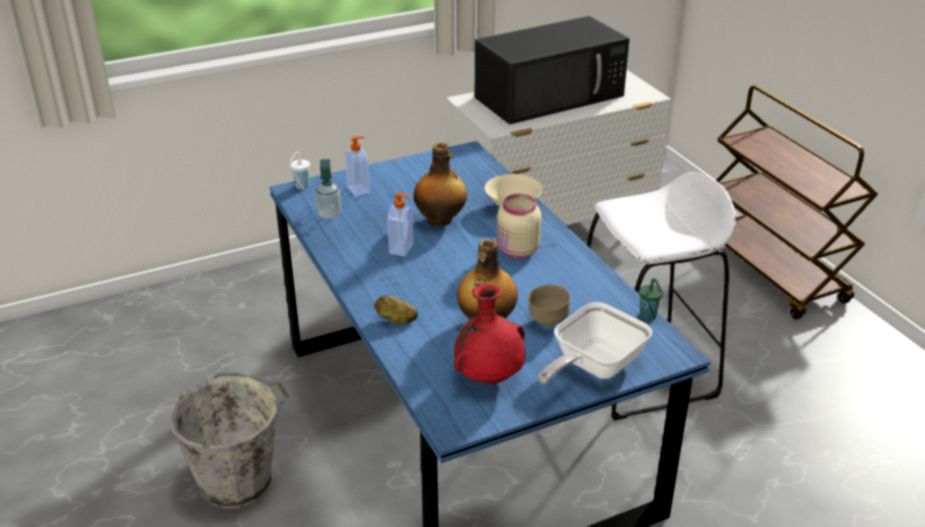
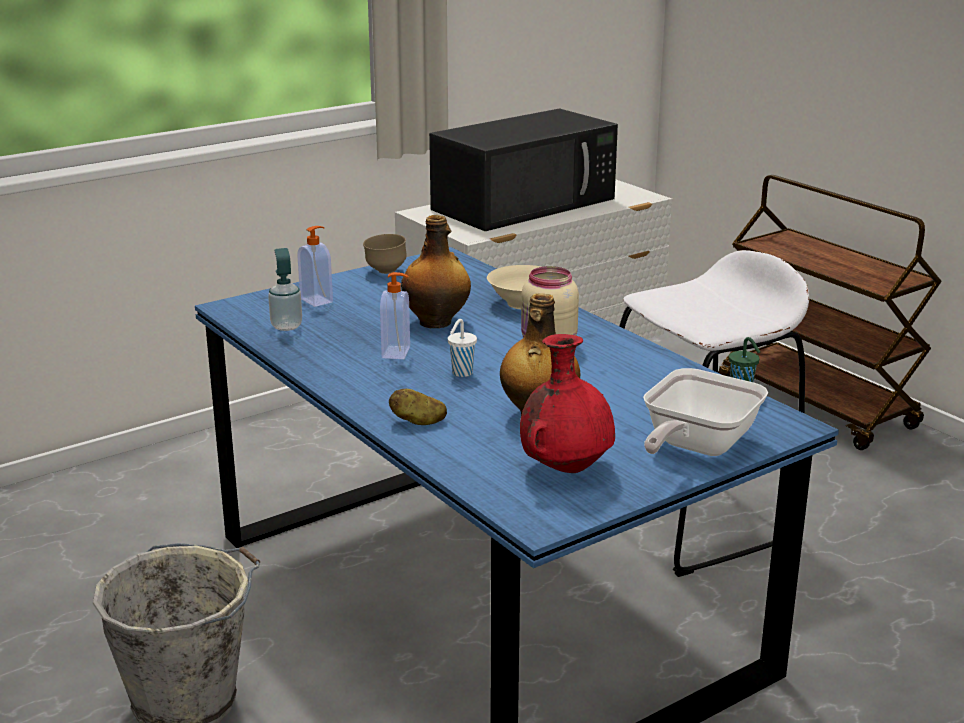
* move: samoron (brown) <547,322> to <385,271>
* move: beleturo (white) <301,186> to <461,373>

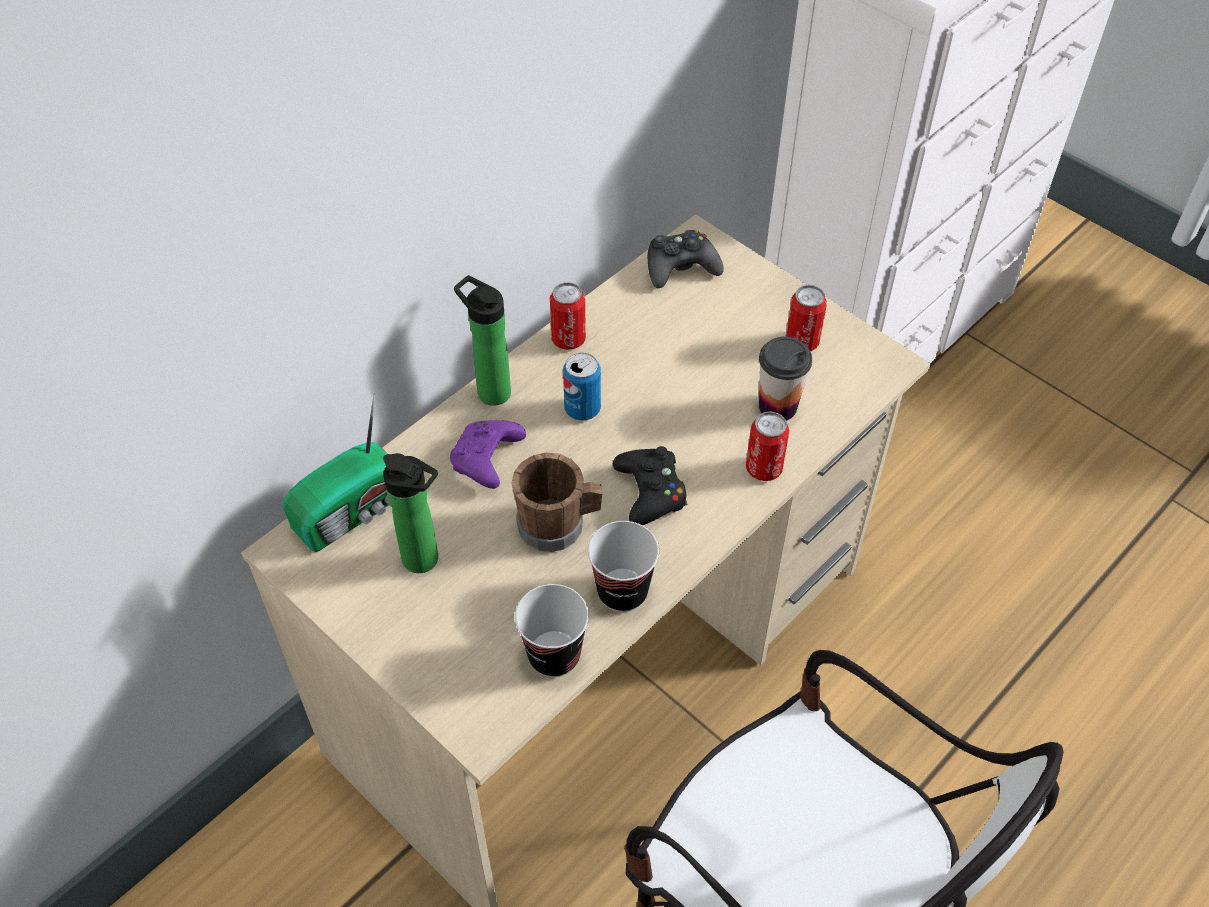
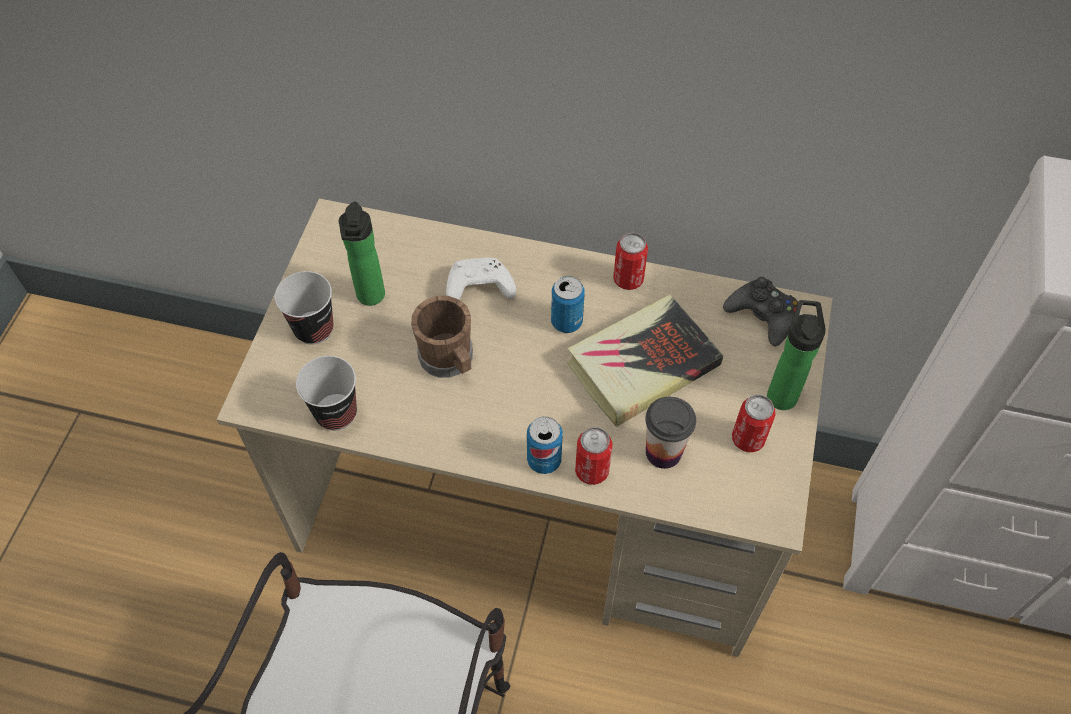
* move: beleturo <622,592> to <314,329>
* recolor: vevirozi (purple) <487,461> to vevirozi (white) <478,289>
* insert: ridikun <544,460>
* insert: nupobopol <642,365>
* move: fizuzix <490,390> to <782,393>
* delete: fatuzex <354,511>
* delete: vevirozi (black) <651,492>

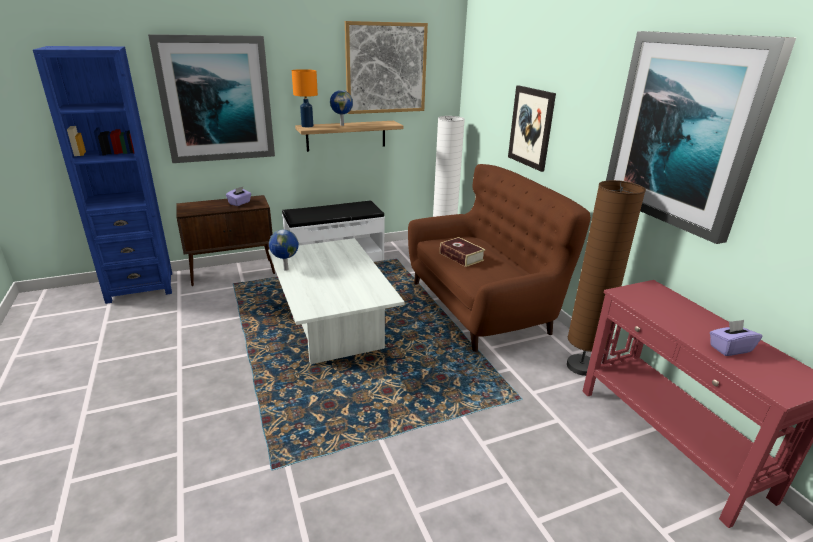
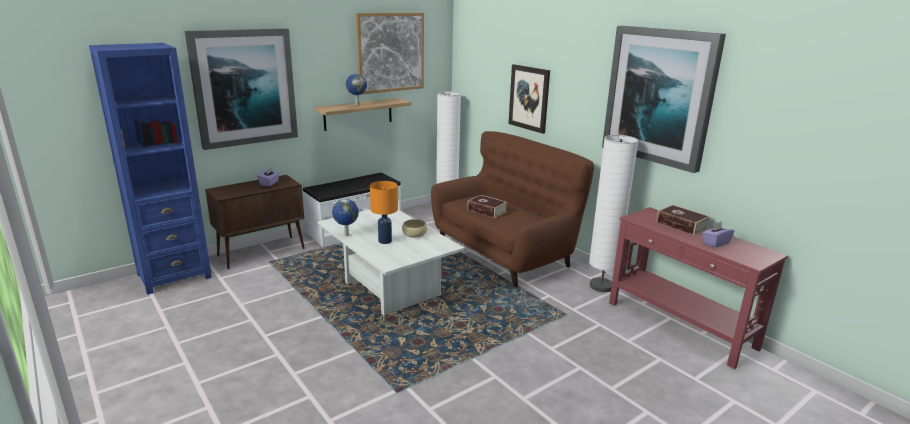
* move: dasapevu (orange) <307,126> to <384,241>
* insert: samoron (beige) <414,235>
* recolor: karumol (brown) <581,366> to karumol (white) <601,286>
* insert: nupobopol <681,225>

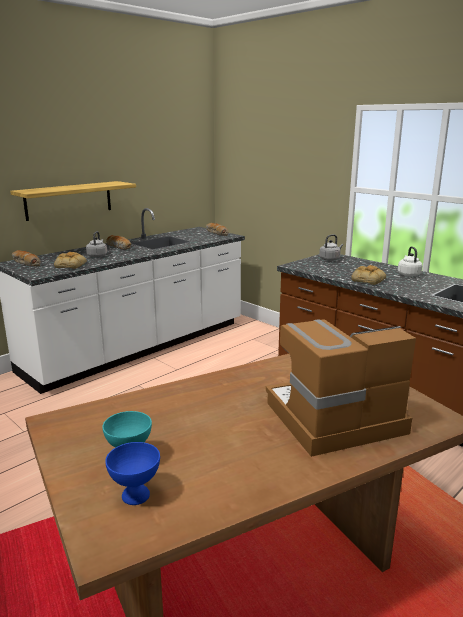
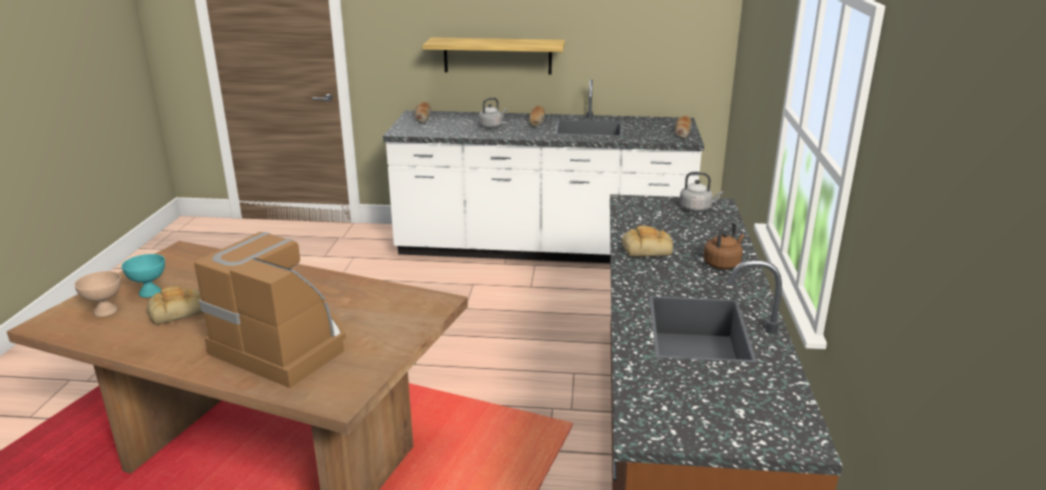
* recolor: samoron (blue) <135,496> to samoron (beige) <104,312>
* move: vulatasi <70,265> to <177,310>
* recolor: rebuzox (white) <408,274> to rebuzox (brown) <723,264>

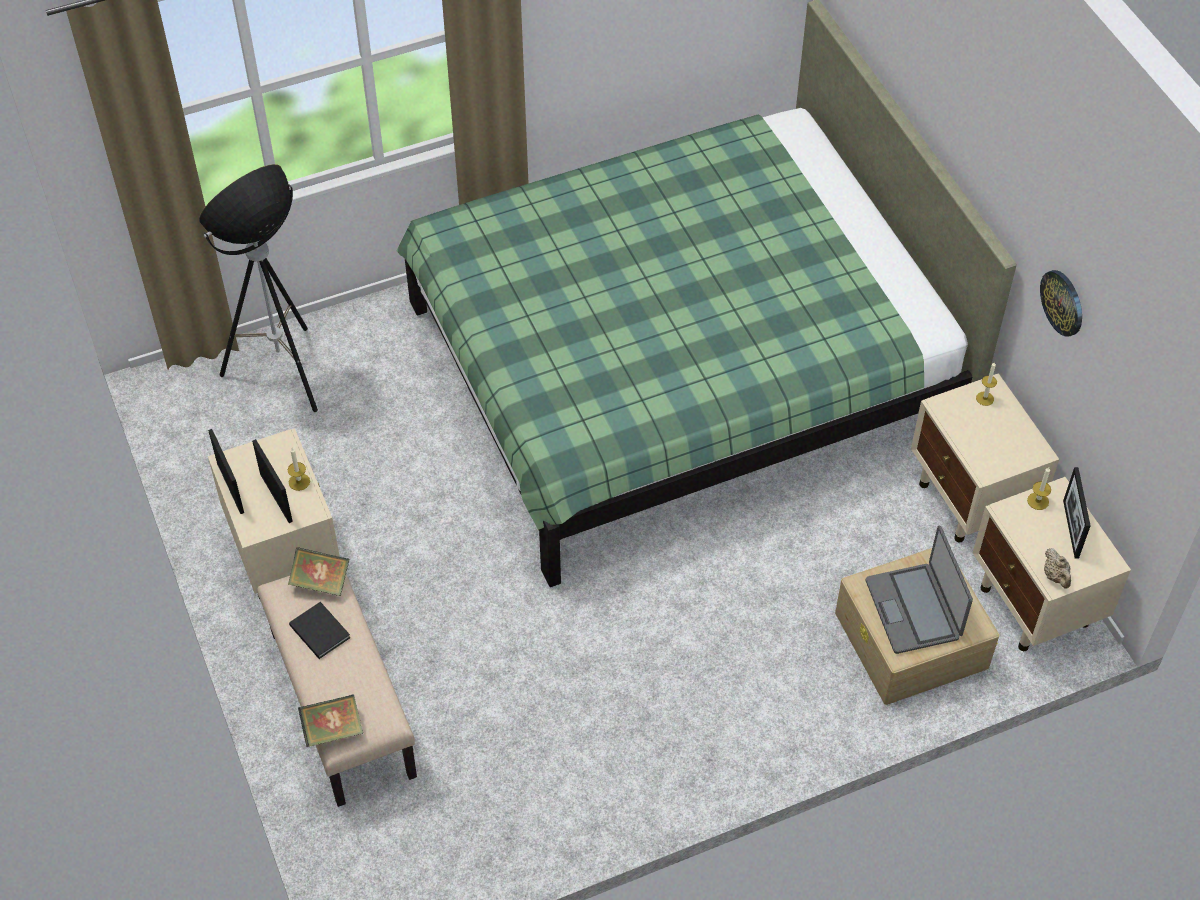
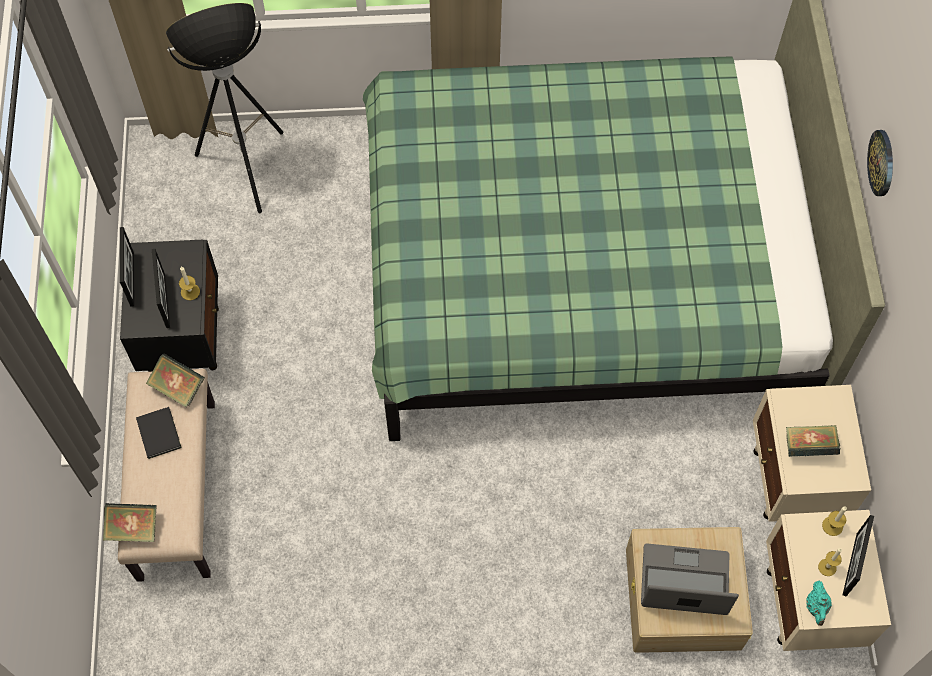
* recolor: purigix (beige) <284,555> to purigix (black) <183,337>
* rotate: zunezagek <914,609> = <684,582> 90 degrees clockwise
* insert: nupobopol <808,447>
* recolor: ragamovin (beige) <1055,576> to ragamovin (turquoise) <816,607>
* move: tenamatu <985,398> to <827,567>
* move: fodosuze <1063,302> to <882,163>

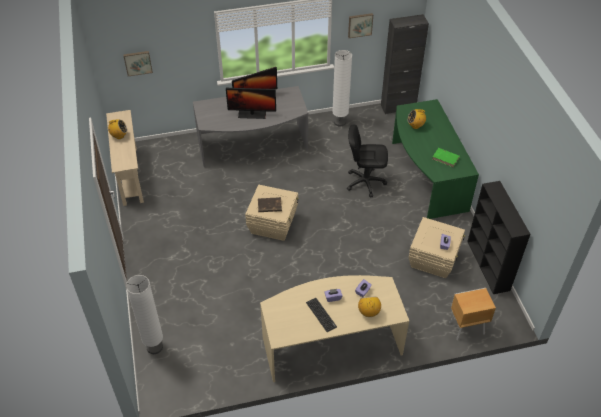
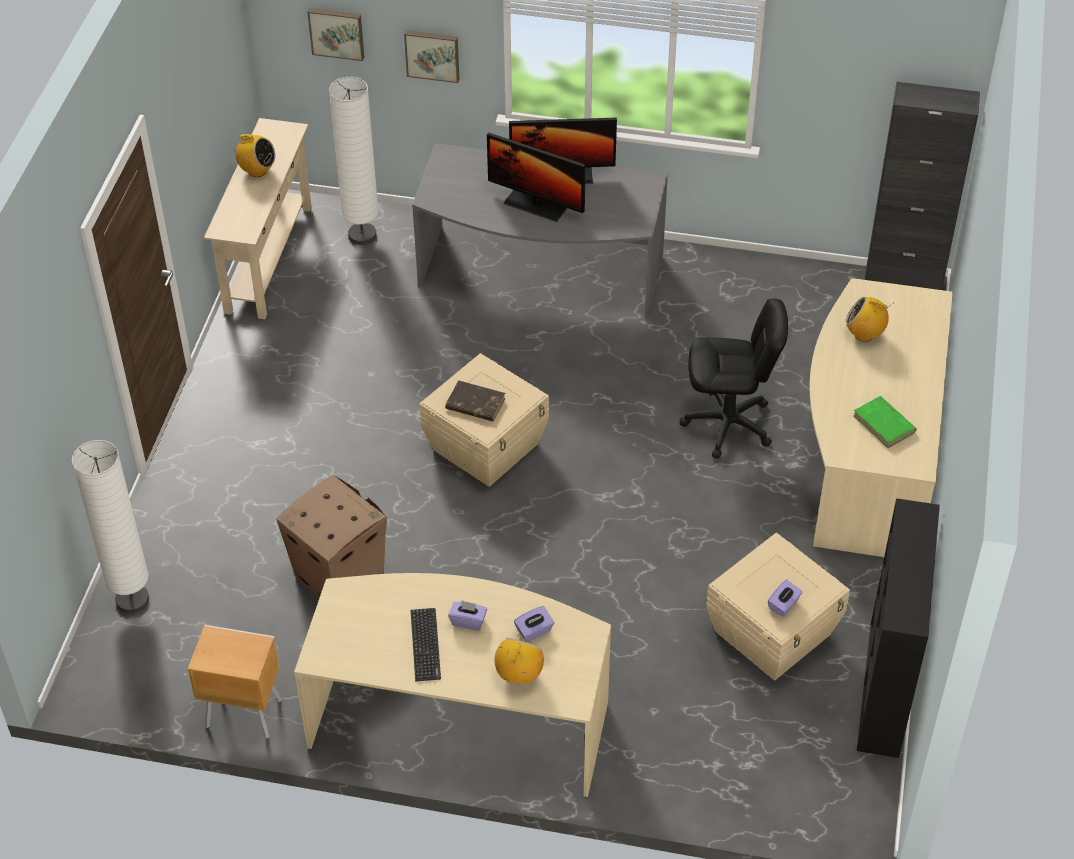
* move: purigix (brown) <465,328> to <242,712>
* insert: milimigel <338,576>
* move: karumol (white) <340,122> to <362,235>
* move: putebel <360,25> to <432,54>
* rotate: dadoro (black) <365,182> = <728,424> 150 degrees clockwise
* recolor: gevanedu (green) <425,176> to gevanedu (beige) <868,455>

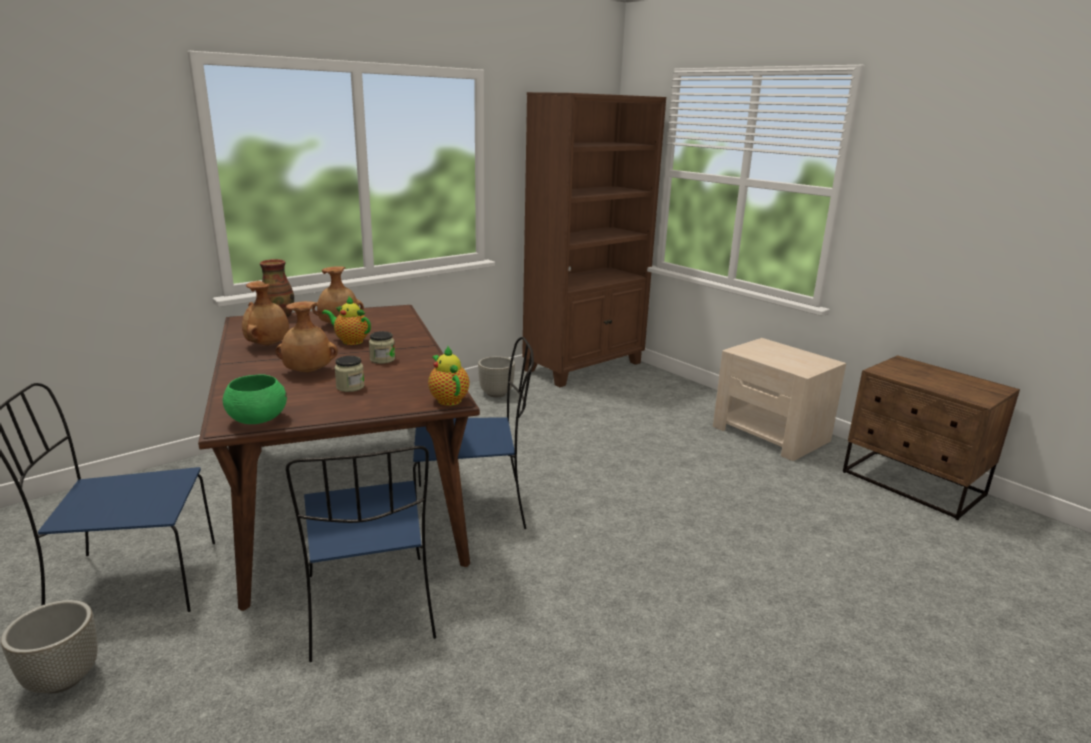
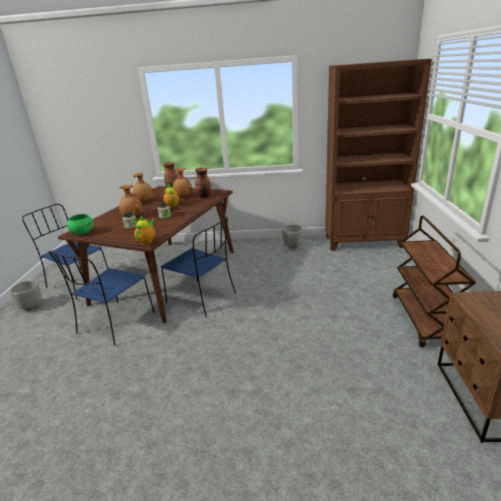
* insert: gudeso <204,196>
* replace: purigix (beige) <771,434> to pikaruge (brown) <424,320>

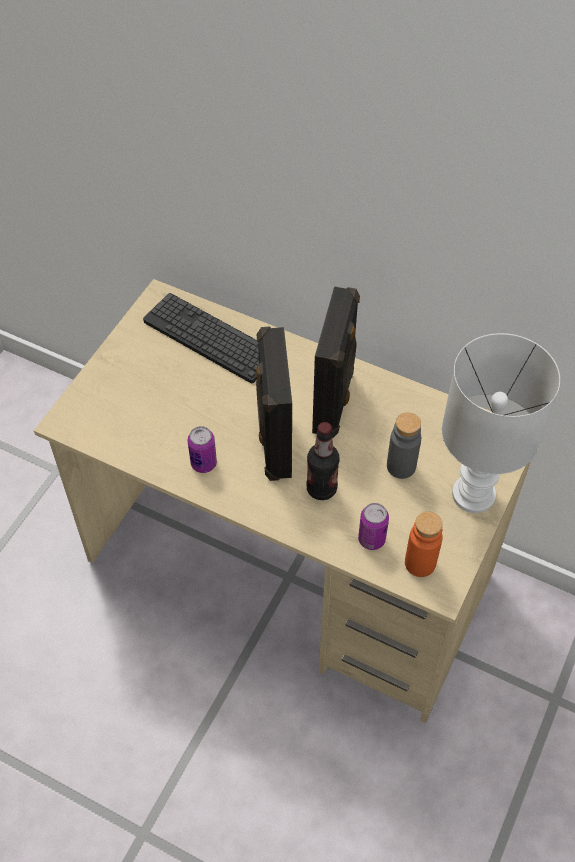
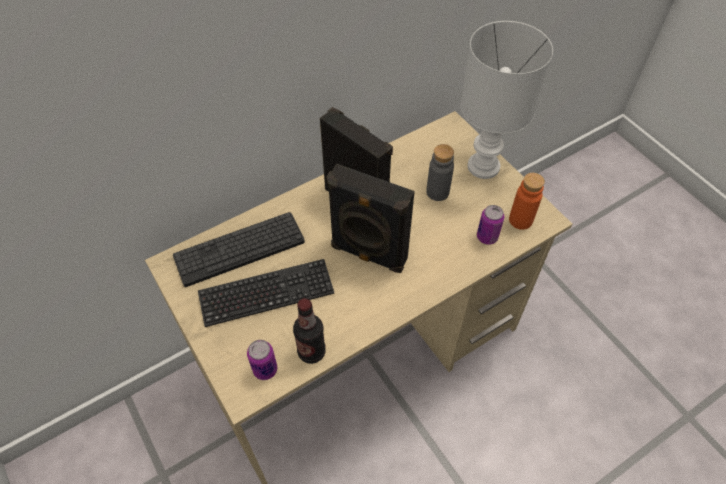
* insert: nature <266,294>
* move: ridikun <203,463> to <265,369>
* move: fizuzix <321,489> to <311,352>

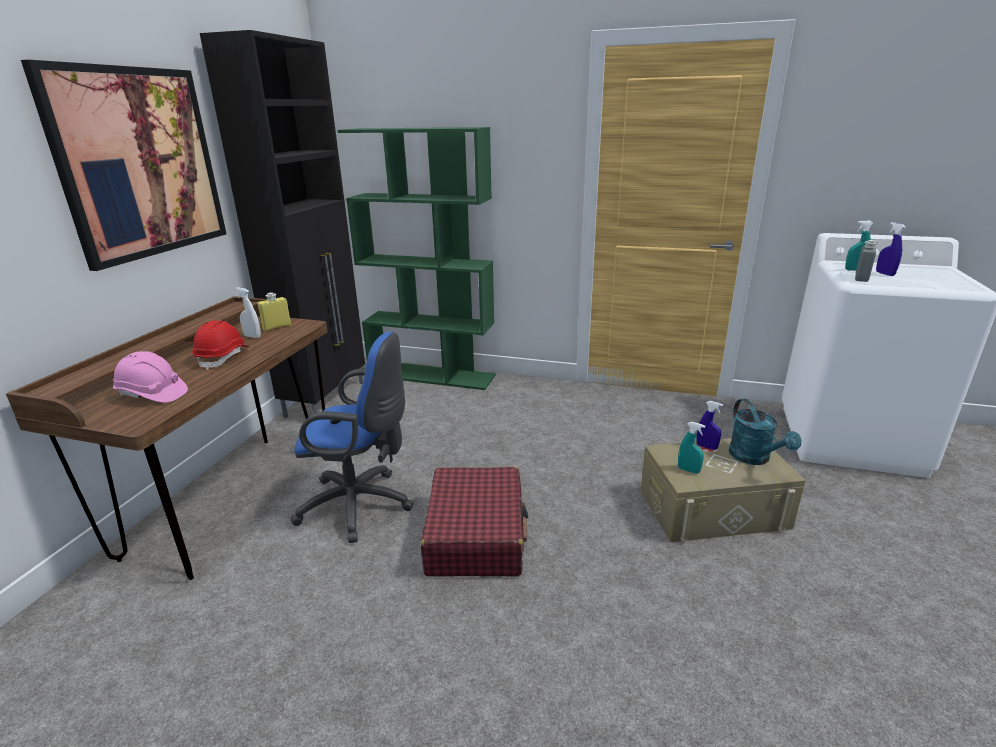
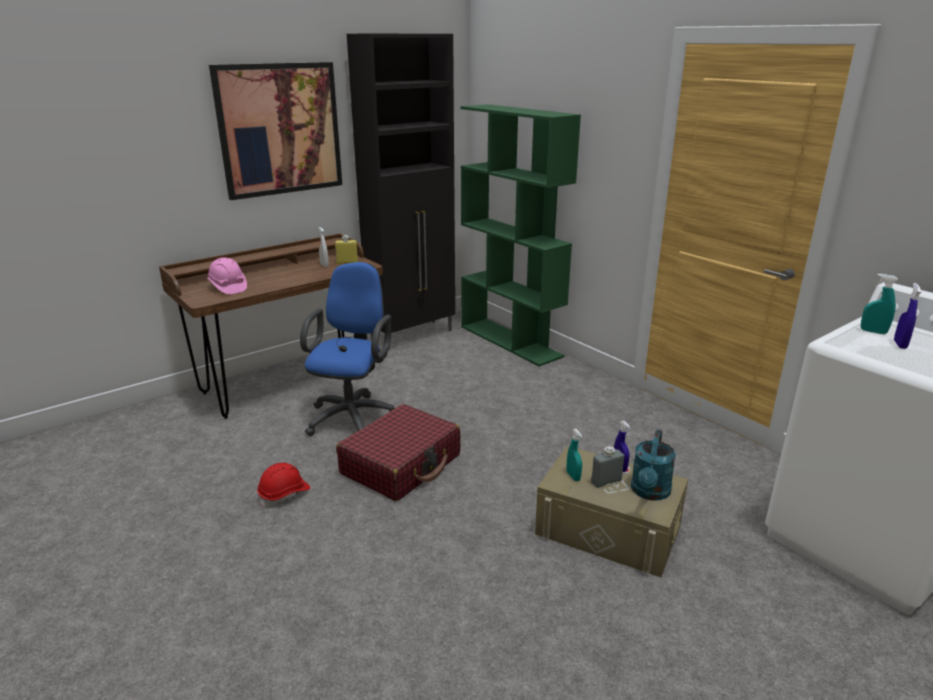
* move: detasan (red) <223,357> to <284,494>
* rotate: dadoro (blue) <361,506> = <353,416> 120 degrees counterclockwise
* move: fizuzix (grey) <861,278> to <606,481>

